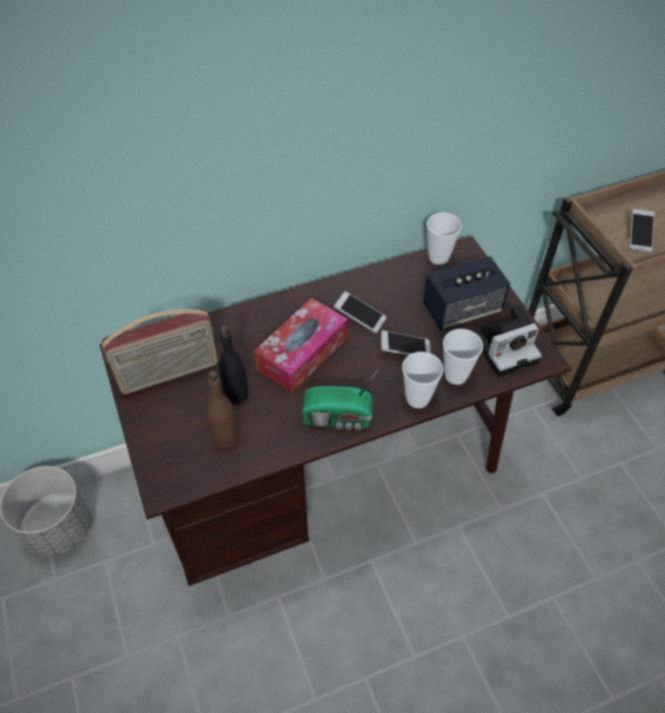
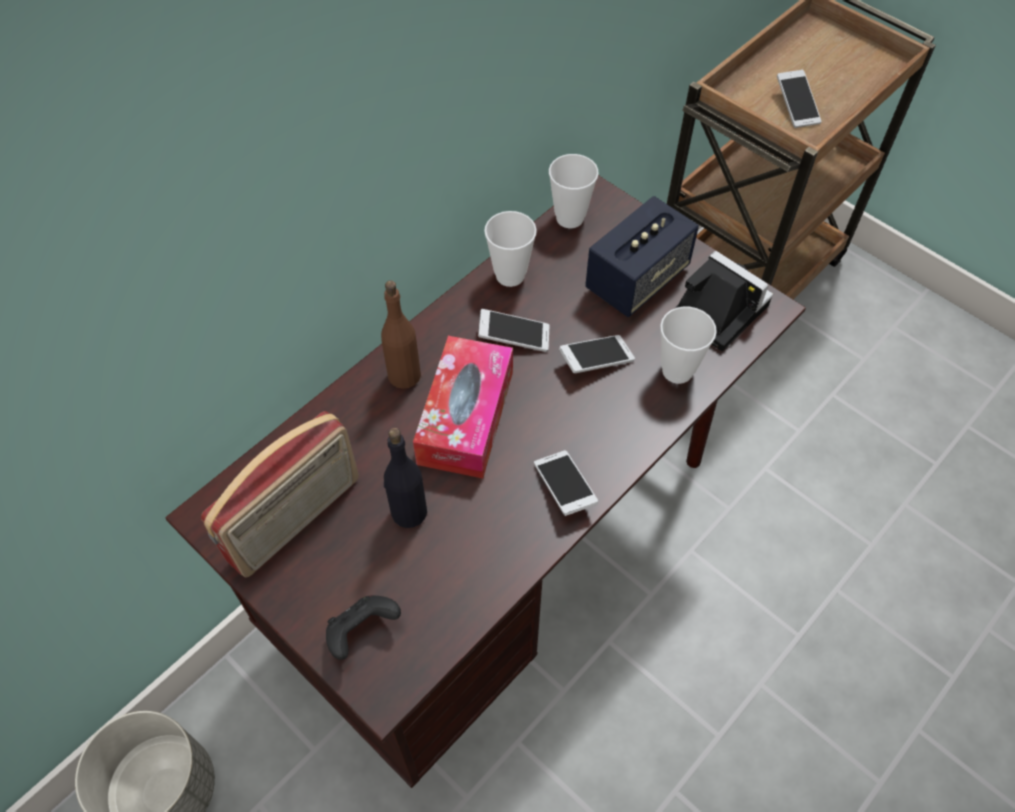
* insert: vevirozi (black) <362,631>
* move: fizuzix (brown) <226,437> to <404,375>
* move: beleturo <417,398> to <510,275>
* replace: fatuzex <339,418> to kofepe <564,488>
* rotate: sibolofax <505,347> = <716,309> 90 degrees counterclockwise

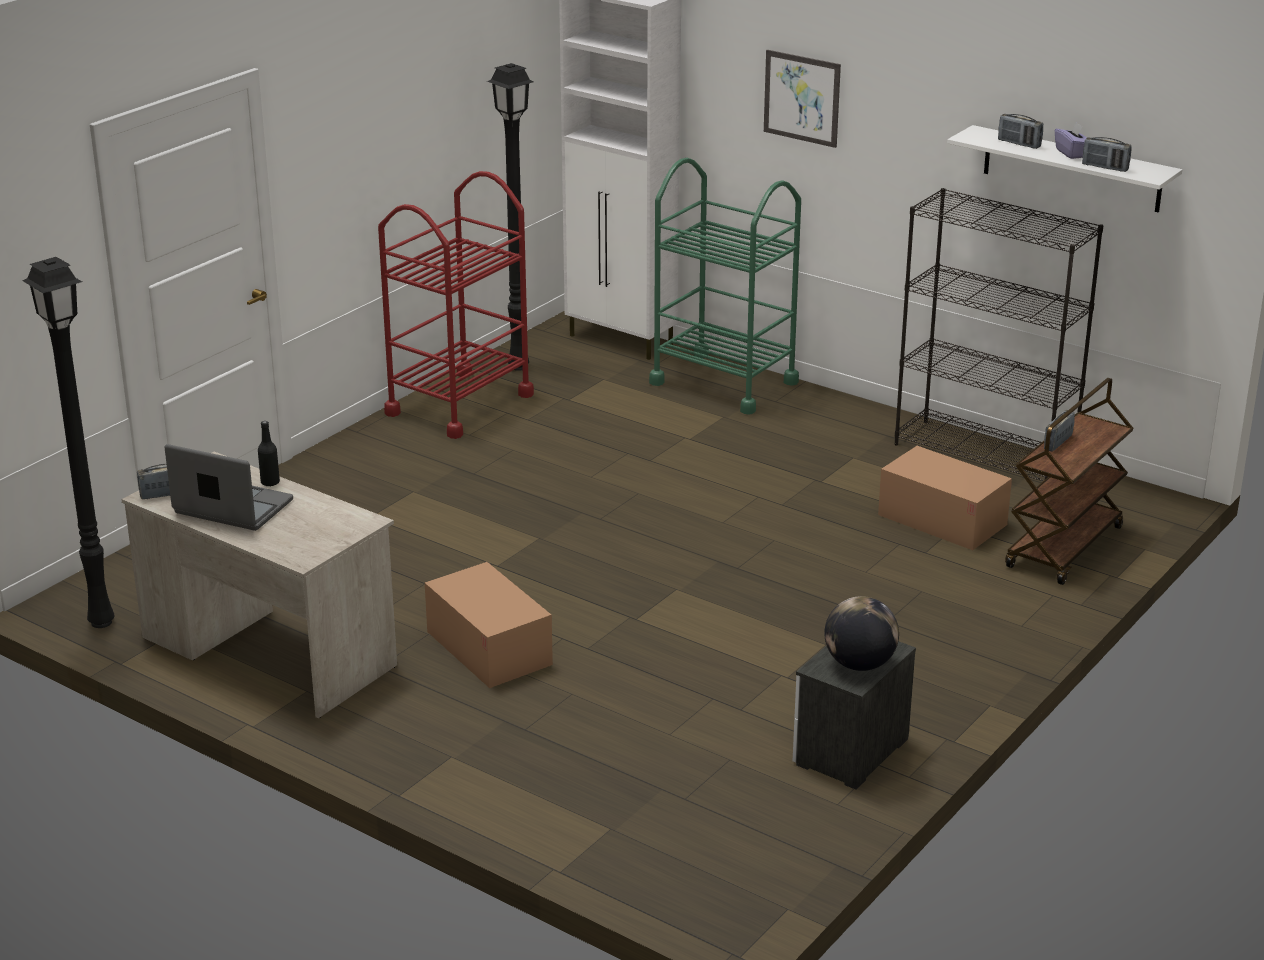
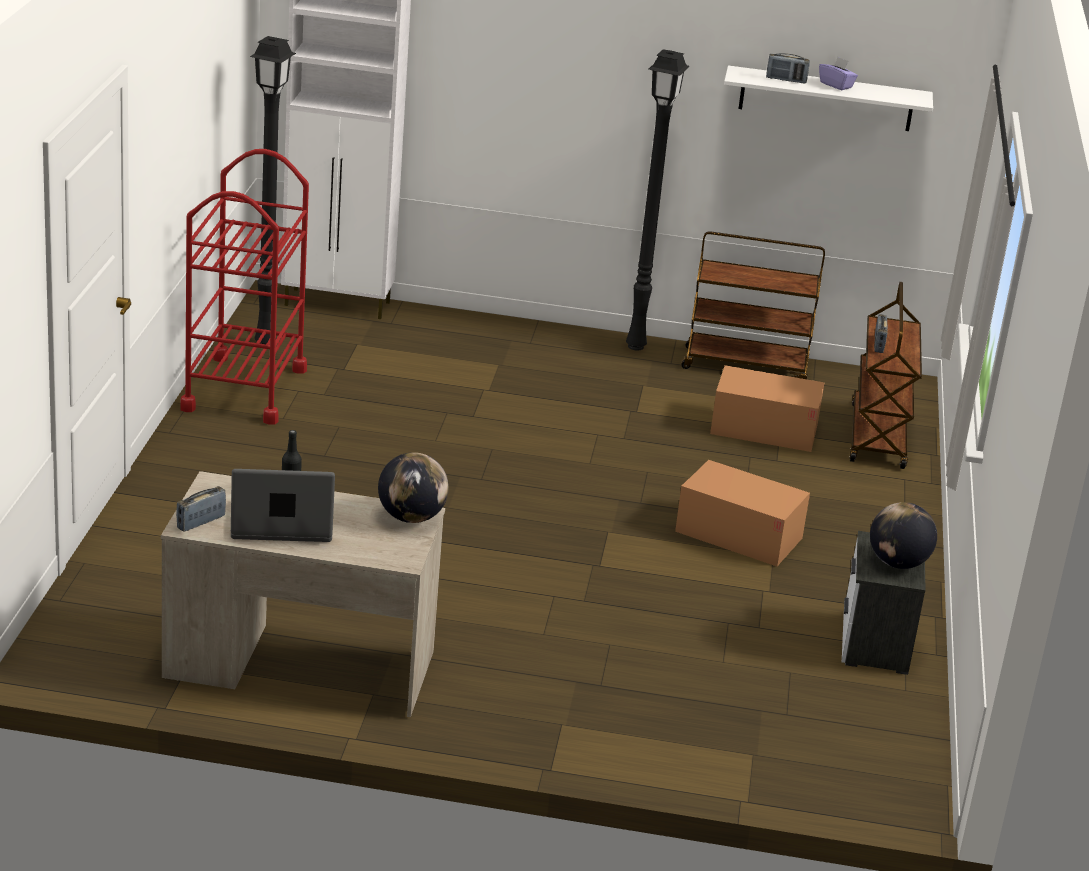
* insert: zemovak <411,517>
* move: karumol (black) <104,622> to <637,346>
* move: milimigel <489,648> to <739,535>
* replace: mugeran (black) <985,455> to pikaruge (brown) <746,366>
* delete: pikaruge (green) <724,383>
* delete: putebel <802,98>
* delete: fatuzex <1105,167>

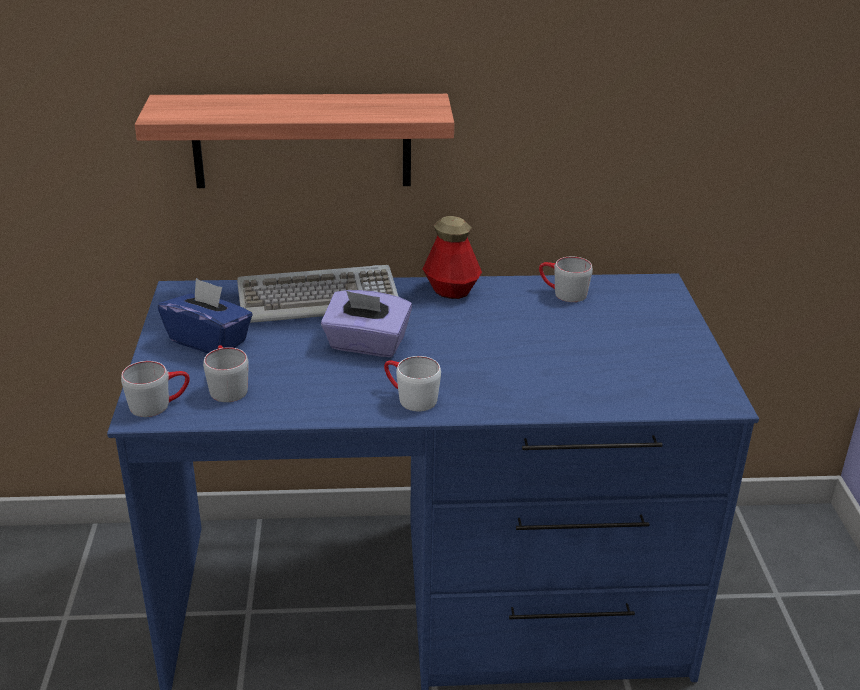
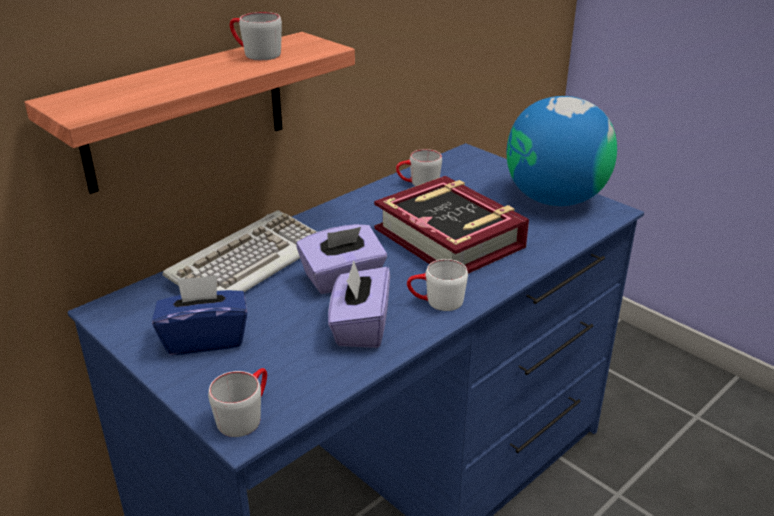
* move: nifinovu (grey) <226,387> to <255,53>
* insert: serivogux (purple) <360,327>
* insert: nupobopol <450,238>
* insert: zemovak <555,199>
* delete: fizuzix <451,290>

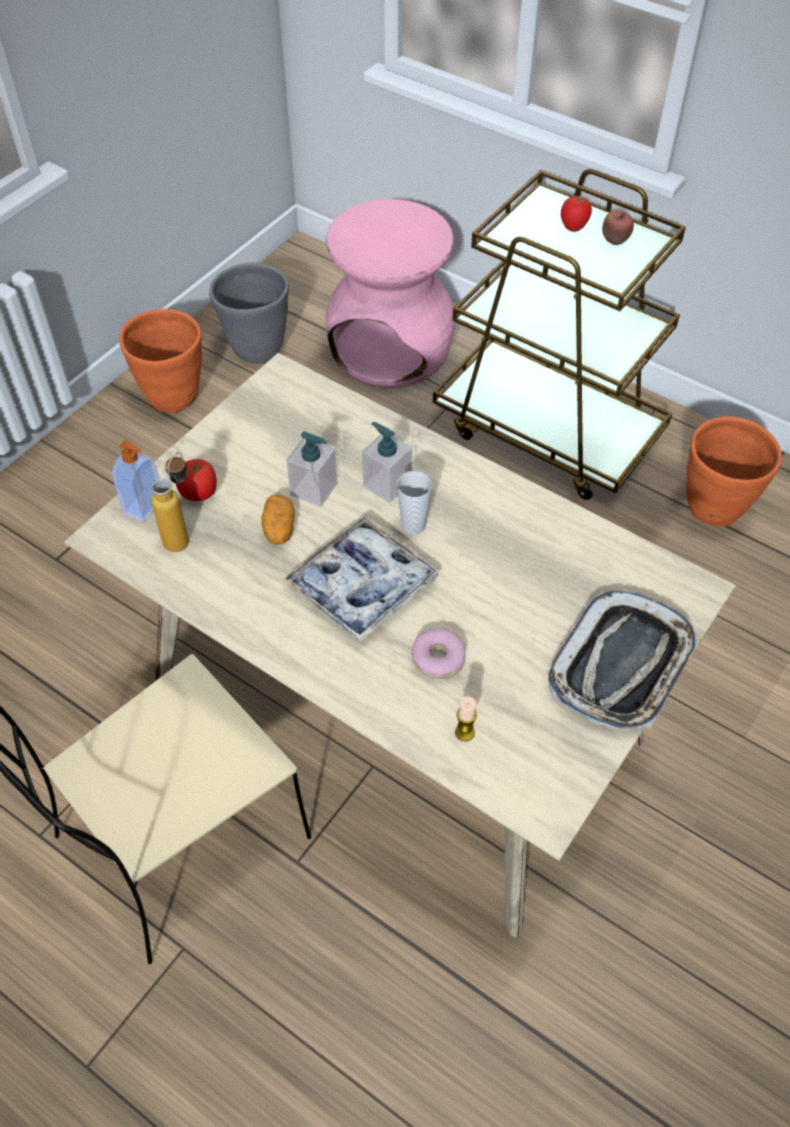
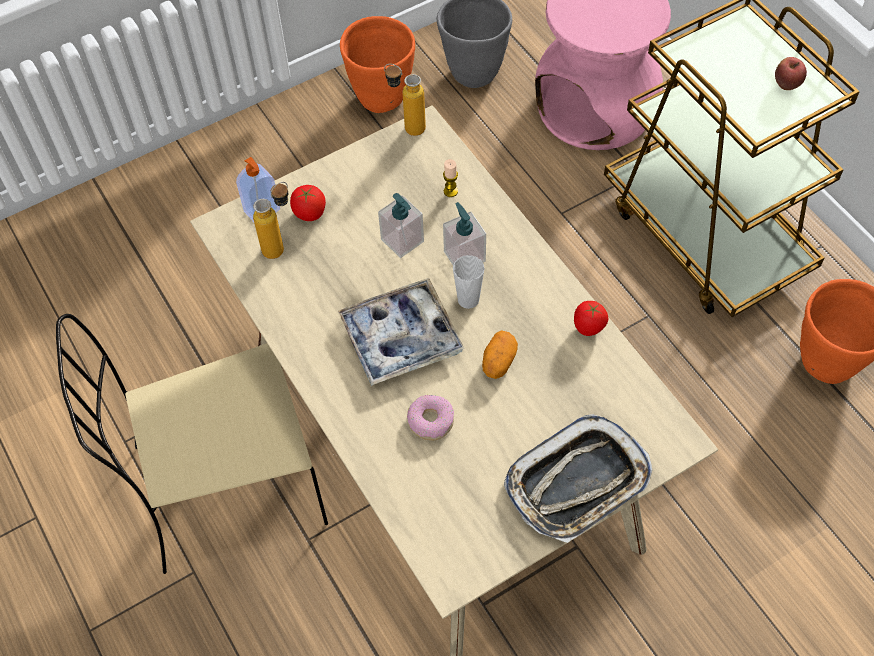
* insert: fizuzix <406,127>
* move: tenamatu <464,732> to <450,191>
* move: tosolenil <279,528> to <498,361>
* move: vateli <573,228> to <588,329>

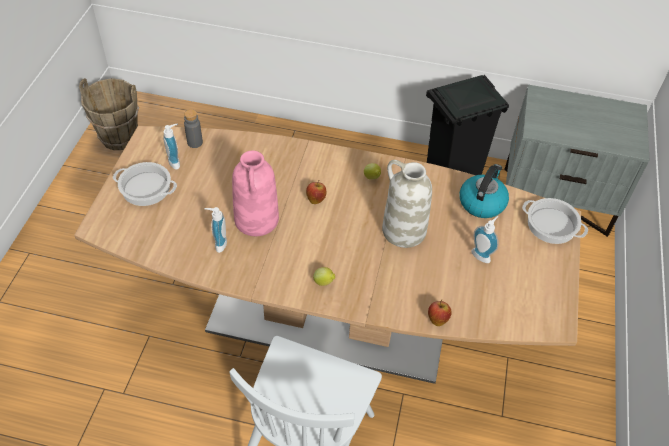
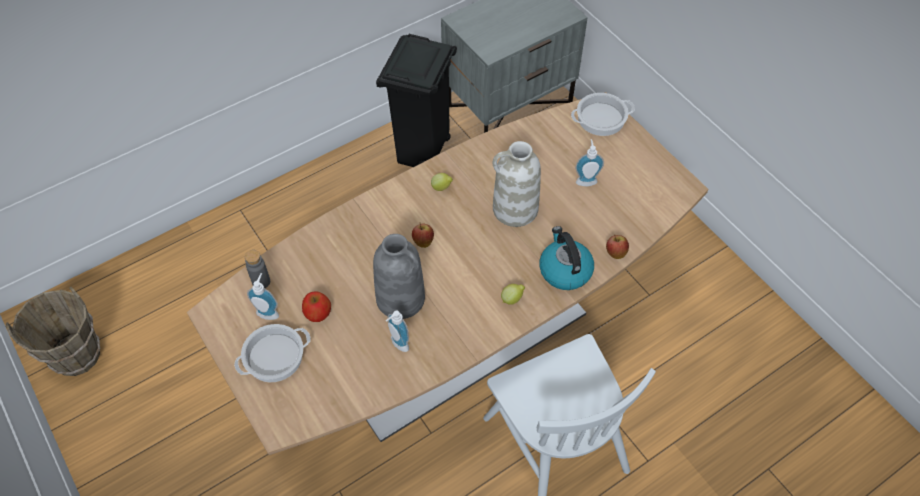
* insert: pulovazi <317,312>
* recolor: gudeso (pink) <257,220> to gudeso (grey) <401,298>
* move: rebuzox <482,202> to <564,270>

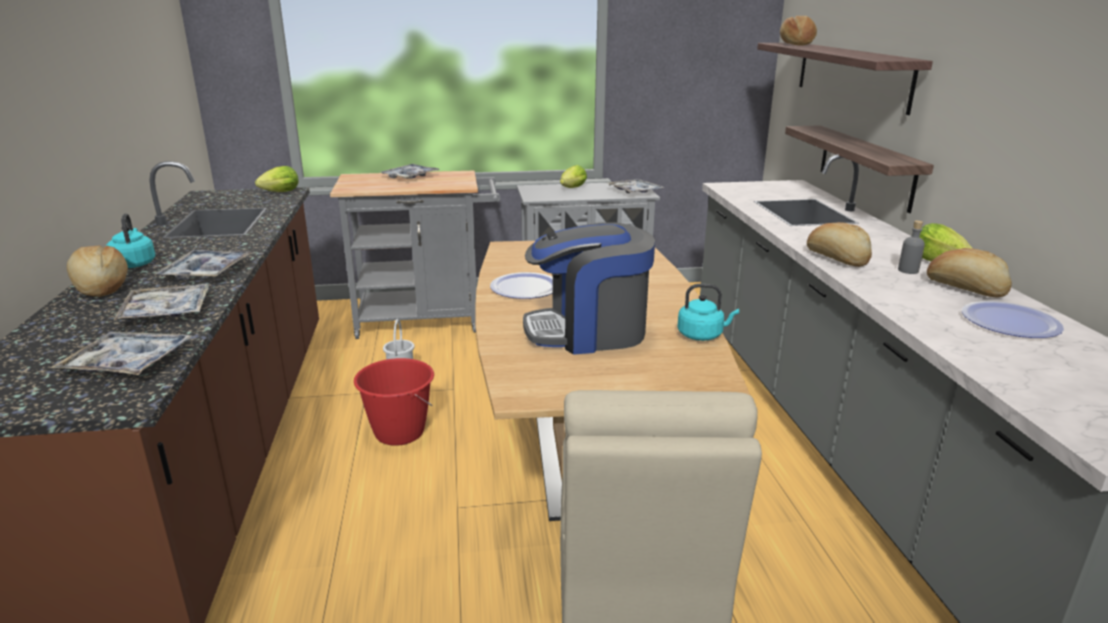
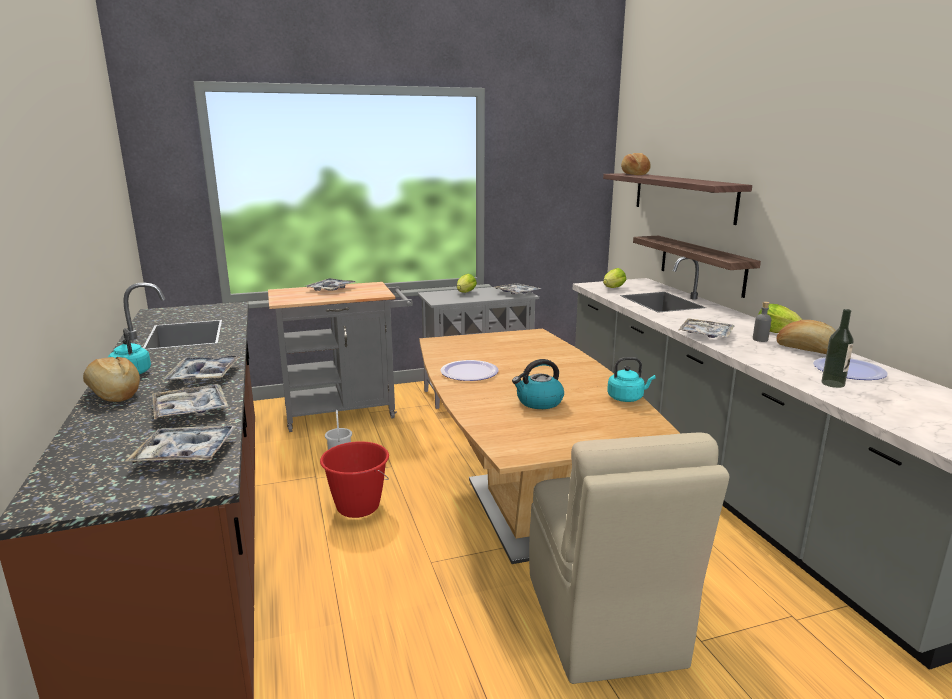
* replace: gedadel <588,332> to rebuzox <539,402>
* move: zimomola <278,193> to <612,288>
* replace: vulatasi <837,259> to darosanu <705,334>
* insert: fizuzix <833,384>

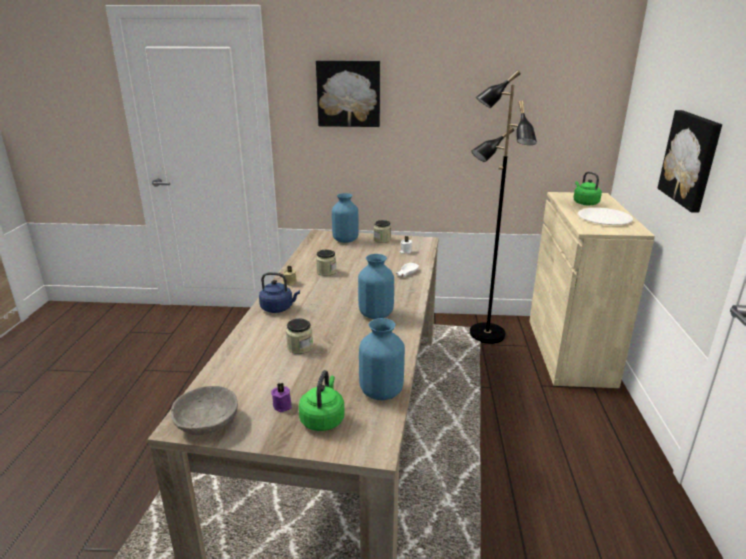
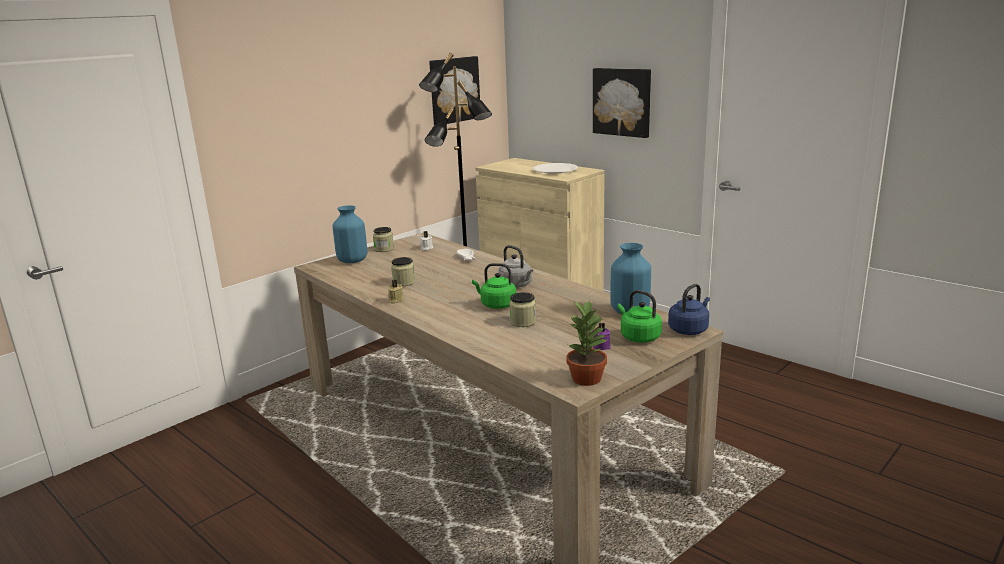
* move: putebel <348,93> to <453,90>
* move: rebuzox (green) <584,203> to <496,305>
* replace: gudeso (blue) <376,314> to rebuzox (grey) <516,285>
* replace: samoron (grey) <207,423> to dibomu <586,378>
* move: rebuzox (blue) <278,308> to <689,329>

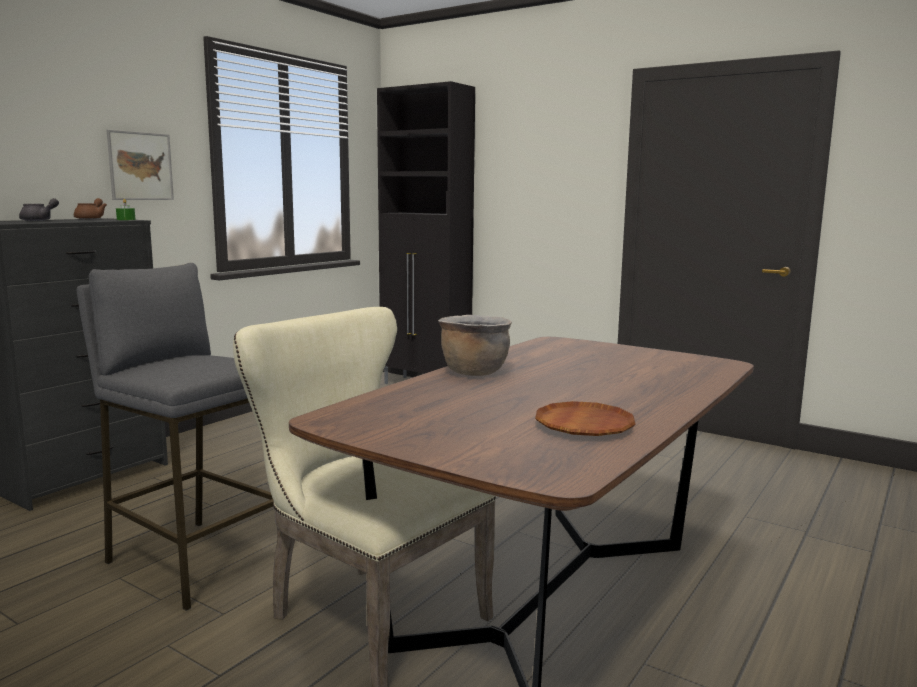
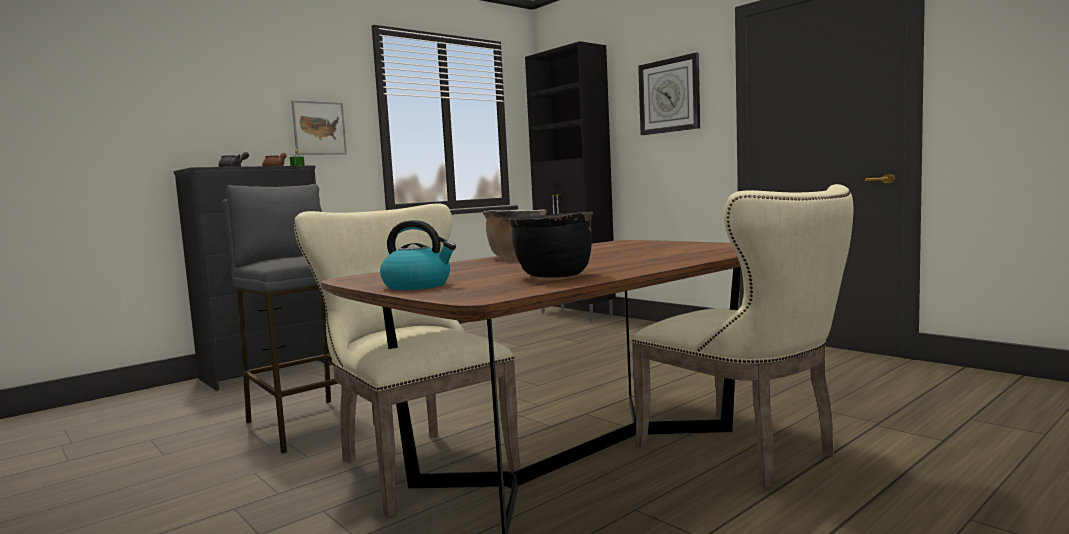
* insert: rebuzox <418,286>
* replace: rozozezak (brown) <584,426> to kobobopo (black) <553,276>
* insert: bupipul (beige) <747,451>
* insert: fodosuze <669,96>

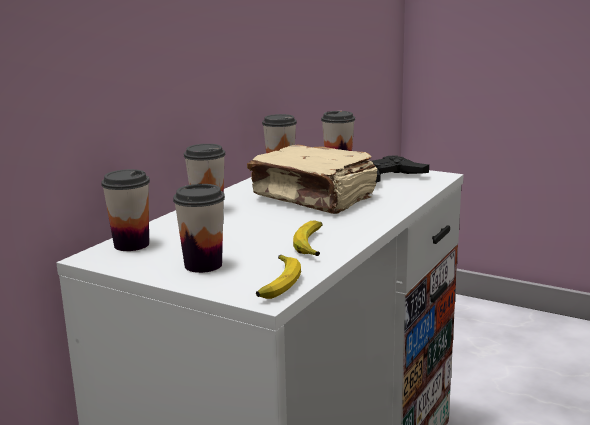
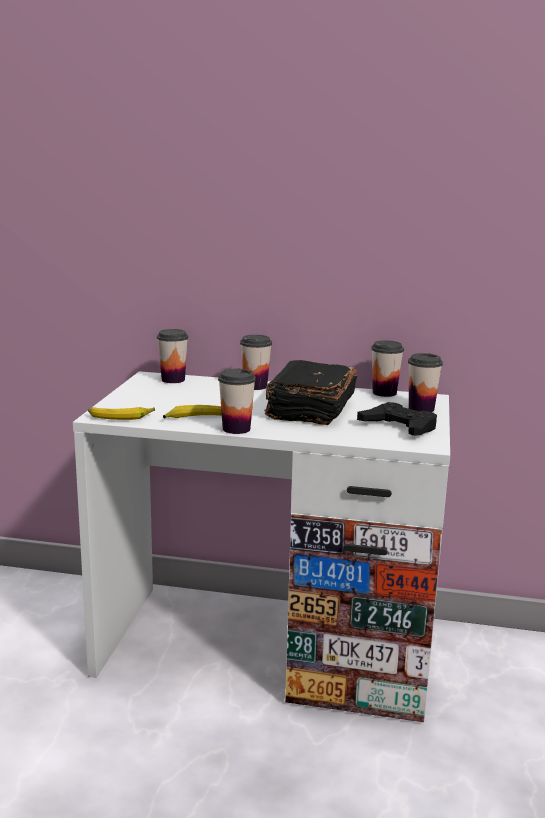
* move: beleturo <203,265> to <236,429>
* recolor: nupobopol (beige) <314,198> to nupobopol (black) <310,409>

